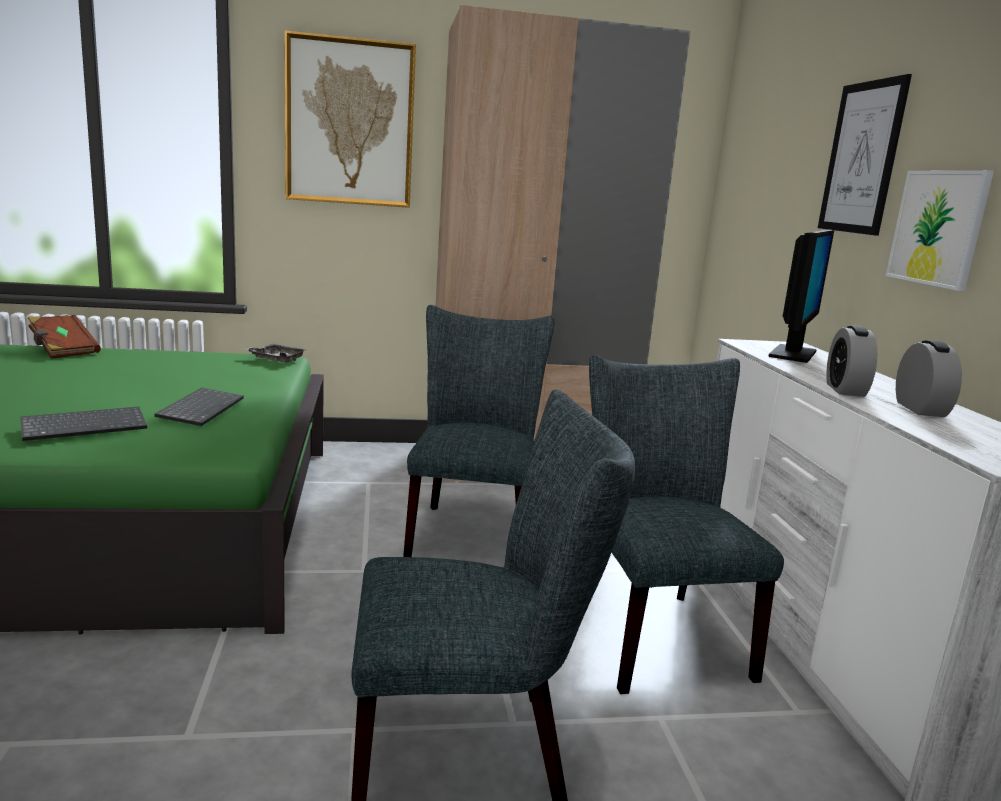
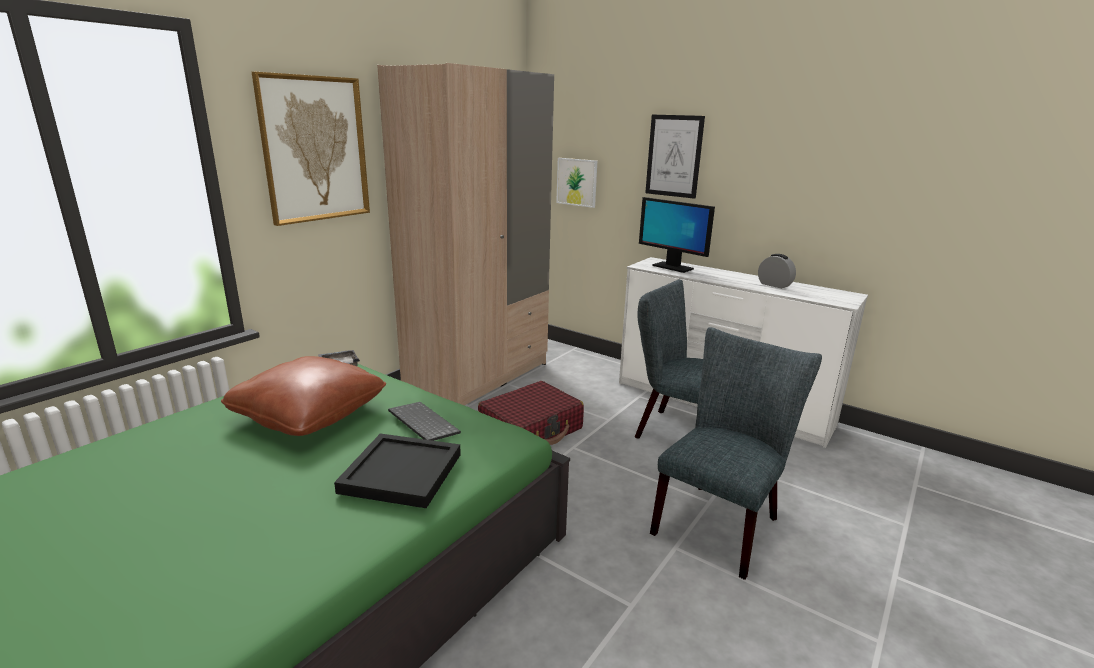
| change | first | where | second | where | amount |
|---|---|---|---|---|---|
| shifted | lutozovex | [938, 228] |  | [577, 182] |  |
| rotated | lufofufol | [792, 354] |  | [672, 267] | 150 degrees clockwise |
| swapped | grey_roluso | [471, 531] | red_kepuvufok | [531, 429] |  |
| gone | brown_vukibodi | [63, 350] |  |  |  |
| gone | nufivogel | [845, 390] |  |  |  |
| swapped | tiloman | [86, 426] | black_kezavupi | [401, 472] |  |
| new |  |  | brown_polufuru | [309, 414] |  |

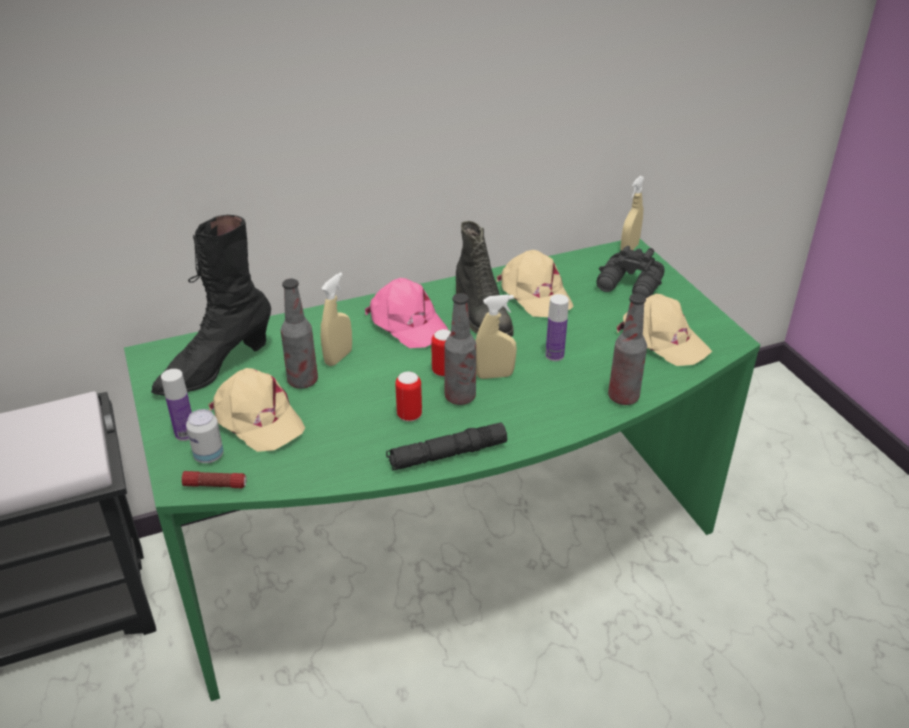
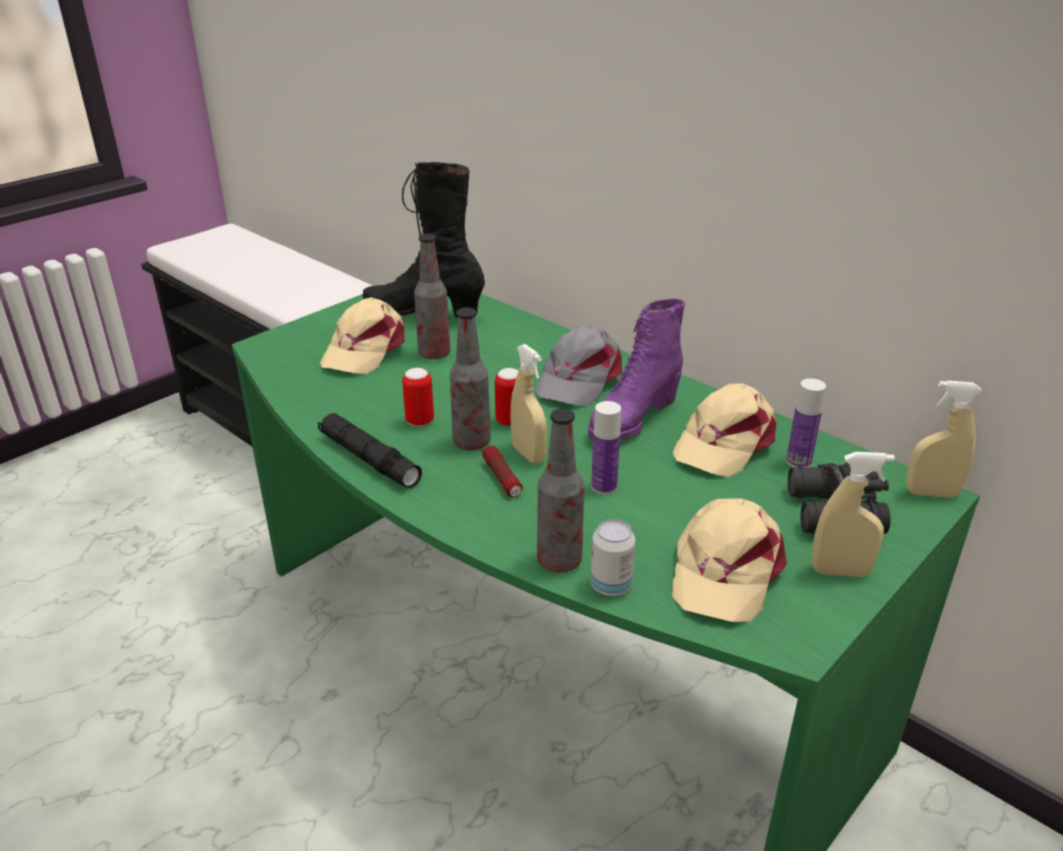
| change | first | where | second | where | amount |
|---|---|---|---|---|---|
| repainted | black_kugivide | [481, 318] | purple_kugivide | [632, 419] |  |
| shifted | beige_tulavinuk | [338, 357] |  | [840, 571] |  |
| repainted | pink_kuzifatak | [407, 323] | grey_kuzifatak | [578, 378] |  |
| shifted | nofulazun | [185, 434] |  | [798, 462] |  |
| shifted | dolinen | [209, 456] |  | [611, 586] |  |
| shifted | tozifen | [215, 485] |  | [502, 478] |  |

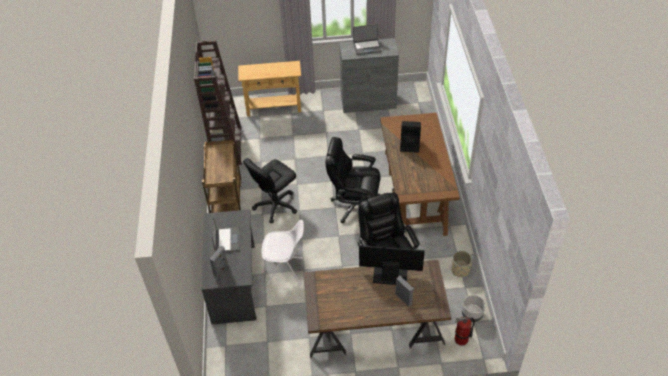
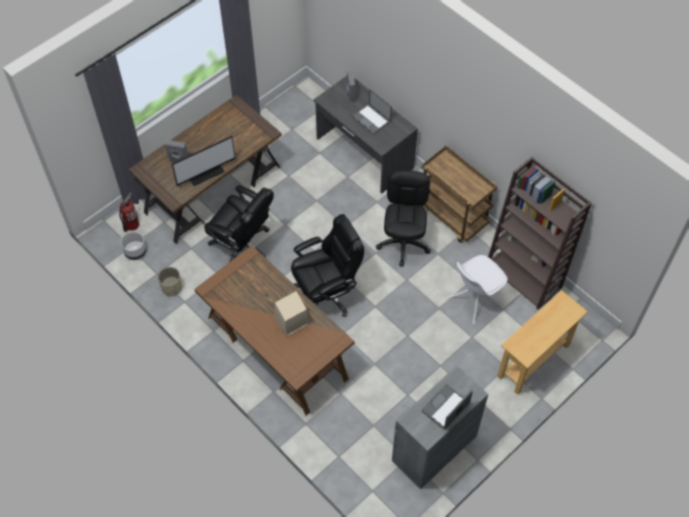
| change | first | where | second | where | amount |
|---|---|---|---|---|---|
| repainted | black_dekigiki | [410, 145] | beige_dekigiki | [290, 322] |  |
| shifted | white_roluso | [286, 271] |  | [474, 301] |  |

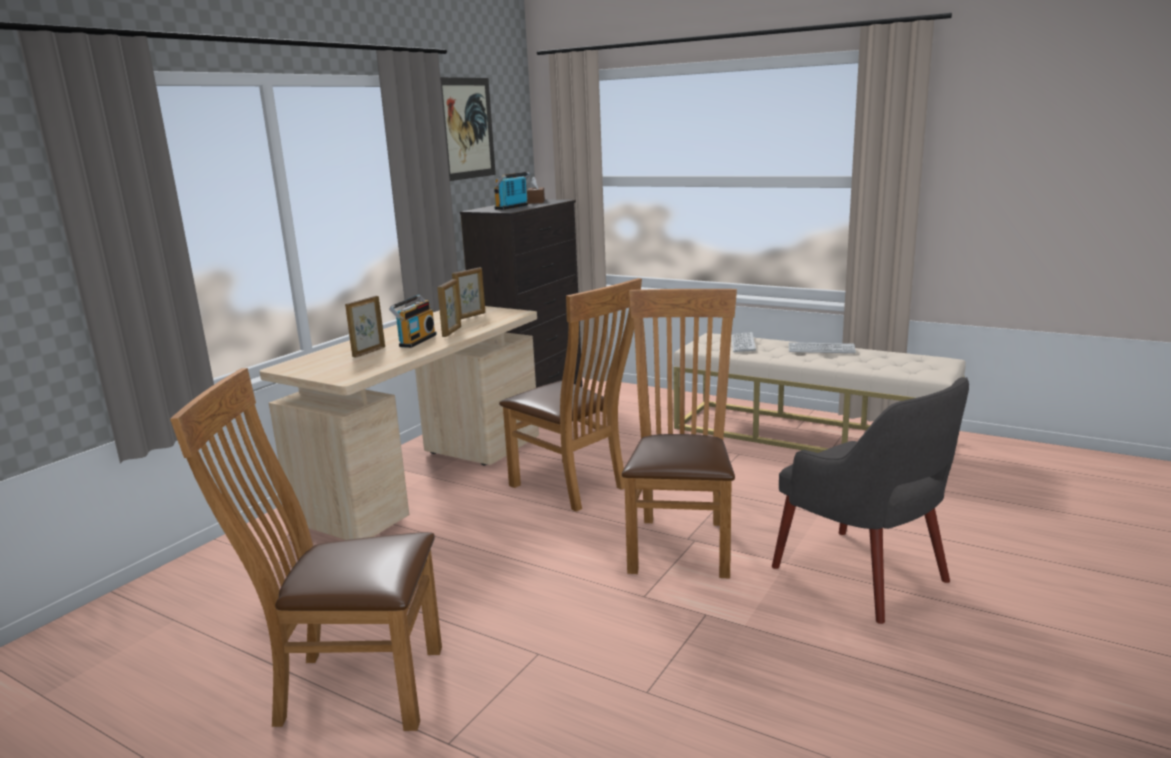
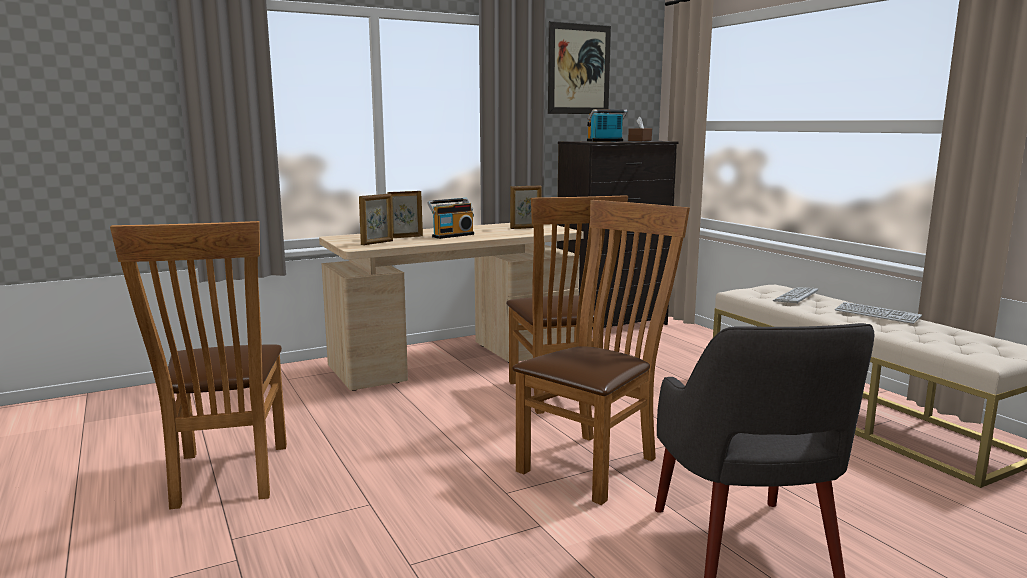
| change | first | where | second | where | amount |
|---|---|---|---|---|---|
| shifted | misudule | [452, 332] |  | [377, 243] |  |
| rotated | brown_roluso | [350, 687] |  | [227, 478] | 135 degrees counterclockwise |

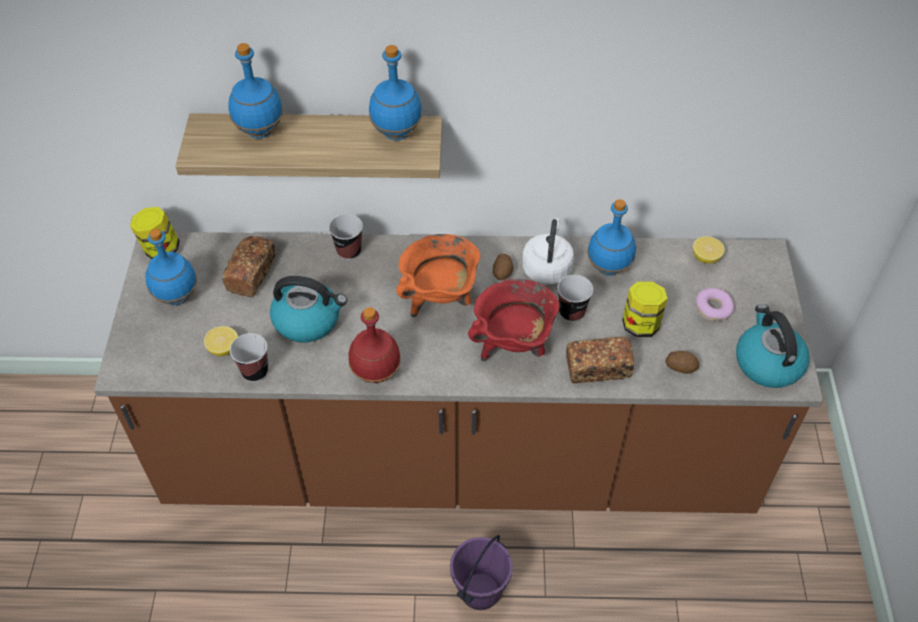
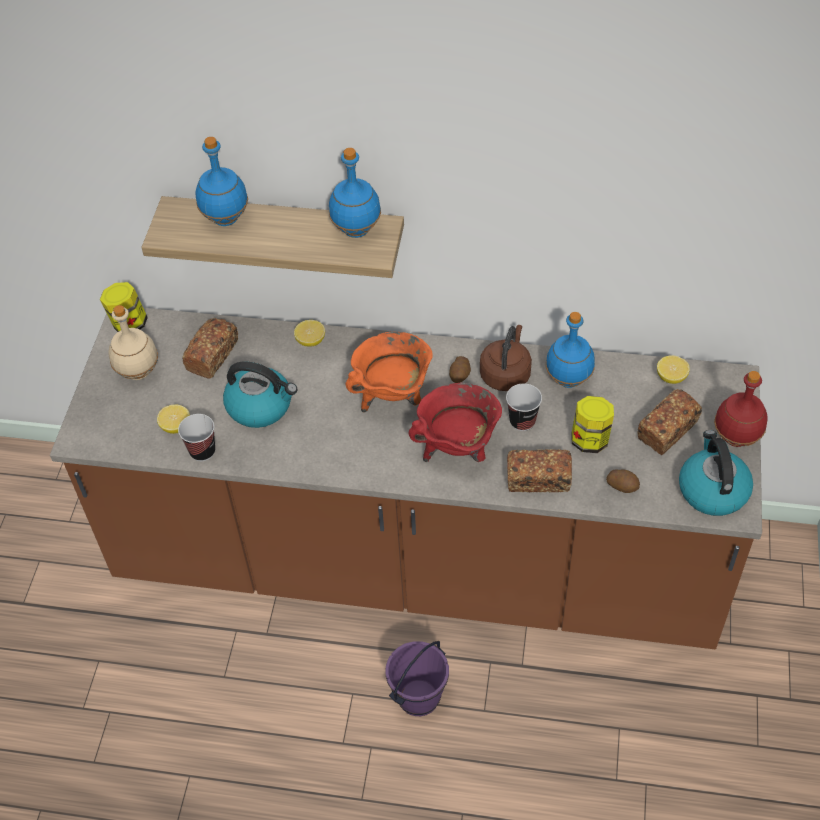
| change | first | where | second | where | amount |
|---|---|---|---|---|---|
| swapped | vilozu | [349, 251] | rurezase | [311, 341] |  |
| repainted | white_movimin | [547, 267] | brown_movimin | [506, 374] |  |
| repainted | blue_nofulazun | [177, 297] | beige_nofulazun | [138, 373] |  |
| swapped | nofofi | [713, 309] | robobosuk | [667, 430] |  |
| shifted | red_nofulazun | [376, 374] |  | [736, 438] |  |

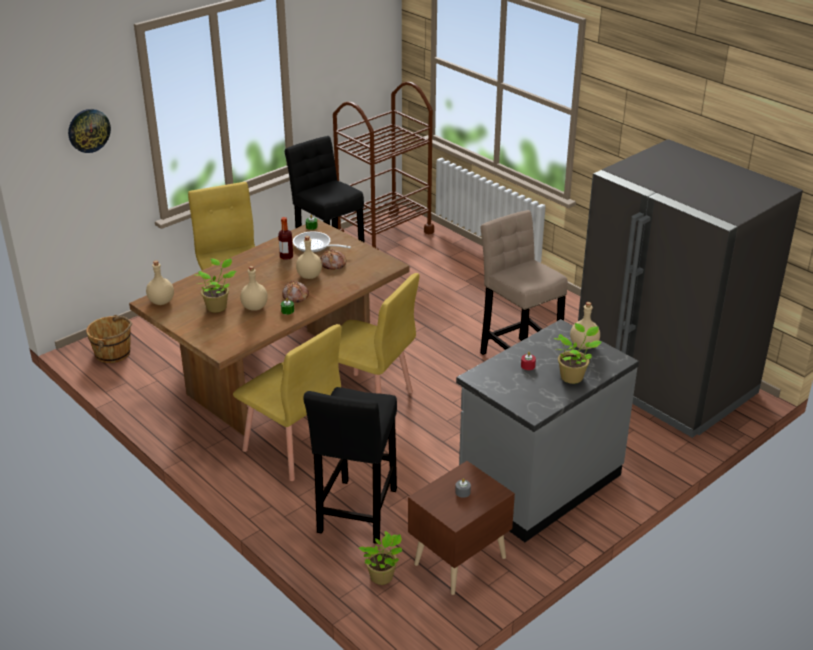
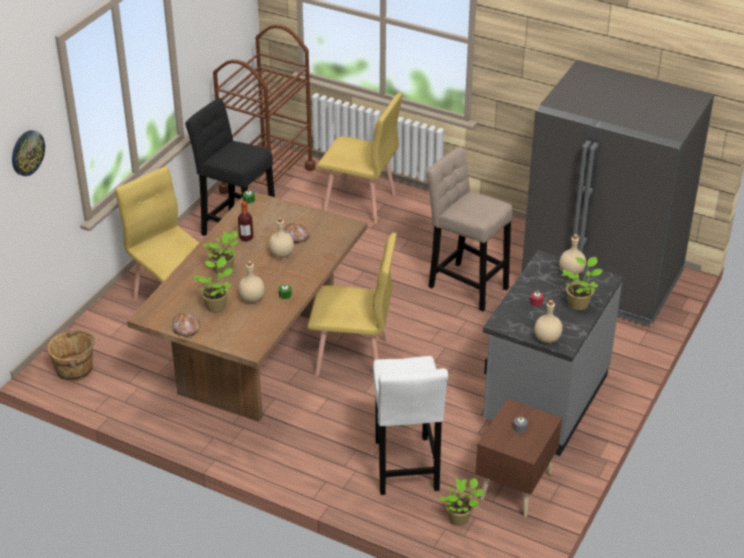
| change | first | where | second | where | amount |
|---|---|---|---|---|---|
| gone | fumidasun | [315, 246] |  |  |  |
| shifted | beige_nofulazun | [161, 301] |  | [546, 338] |  |
| shifted | robobosuk | [295, 296] |  | [185, 329] |  |
| shifted | yellow_roluso | [292, 449] |  | [360, 203] |  |
| repainted | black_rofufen | [356, 514] | white_rofufen | [405, 469] |  |
| new |  |  | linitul | [224, 270] |  |

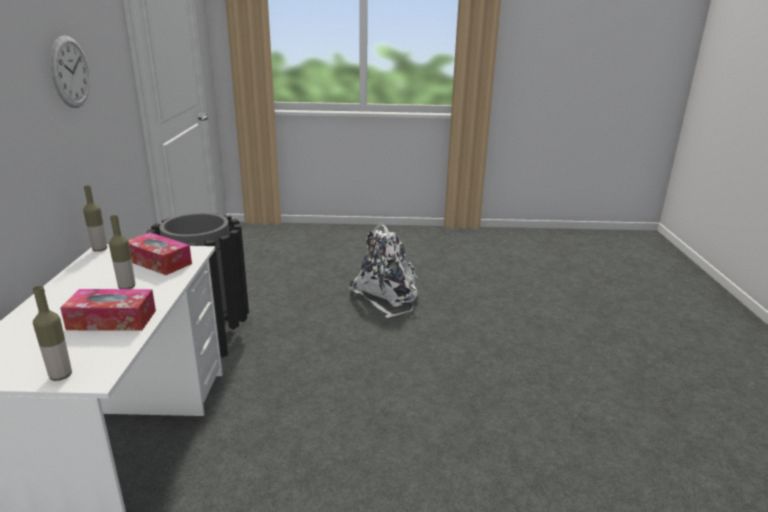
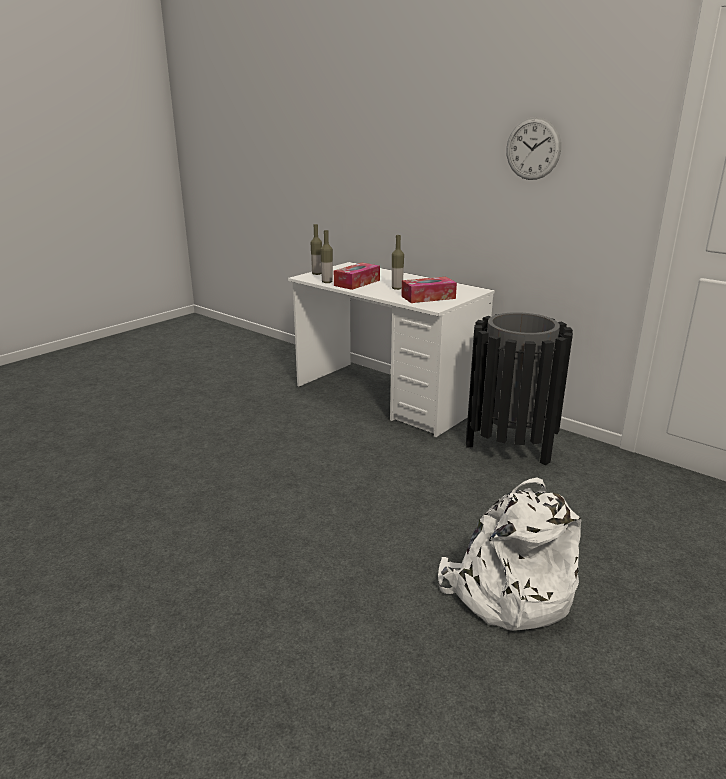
| change | first | where | second | where | amount |
|---|---|---|---|---|---|
| shifted | nofulazun | [100, 249] |  | [327, 282] |  |

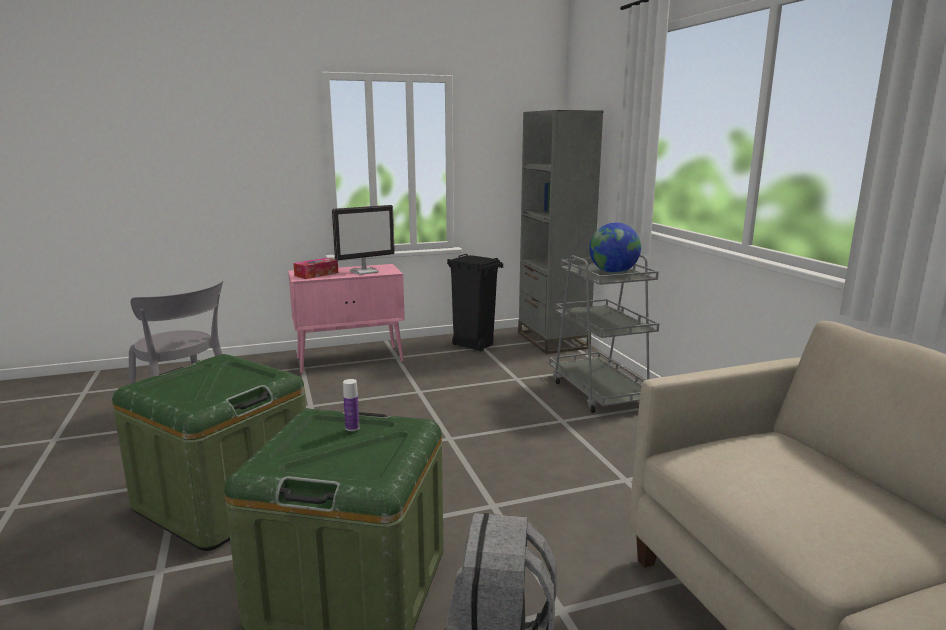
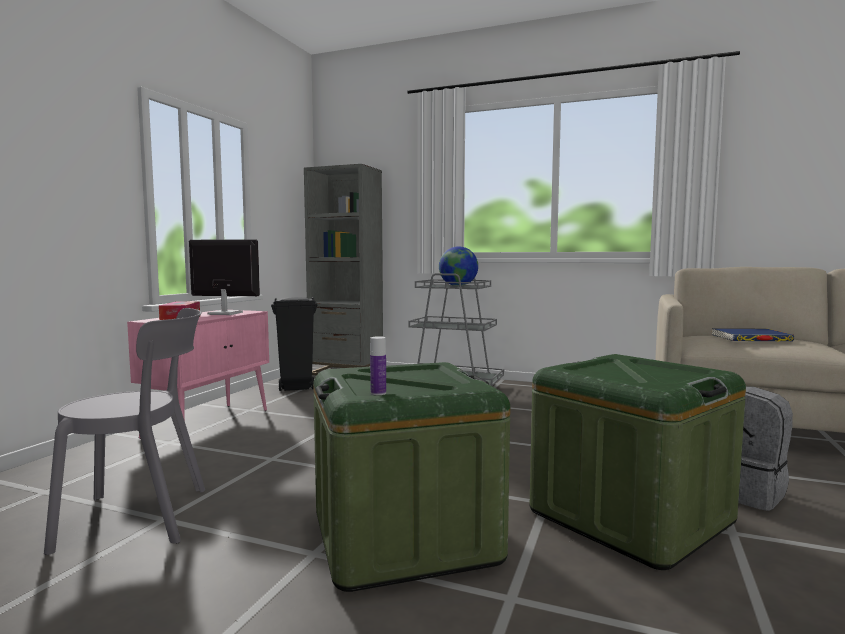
| change | first | where | second | where | amount |
|---|---|---|---|---|---|
| rotated | lufofufol | [364, 271] |  | [224, 313] | 90 degrees counterclockwise |
| shifted | nofulazun | [352, 428] |  | [378, 393] |  |
| new |  |  | blue_vukibodi | [750, 339] |  |

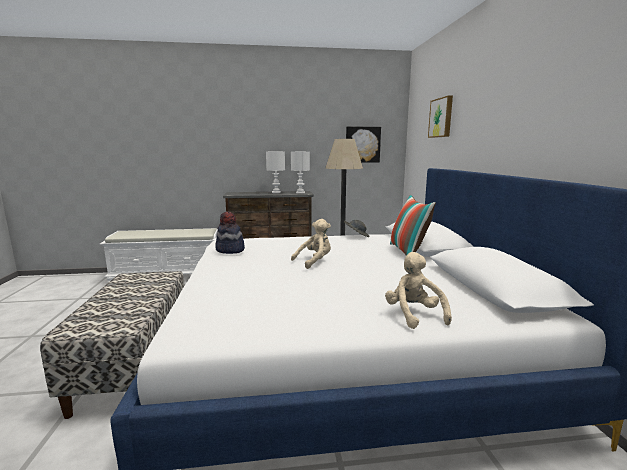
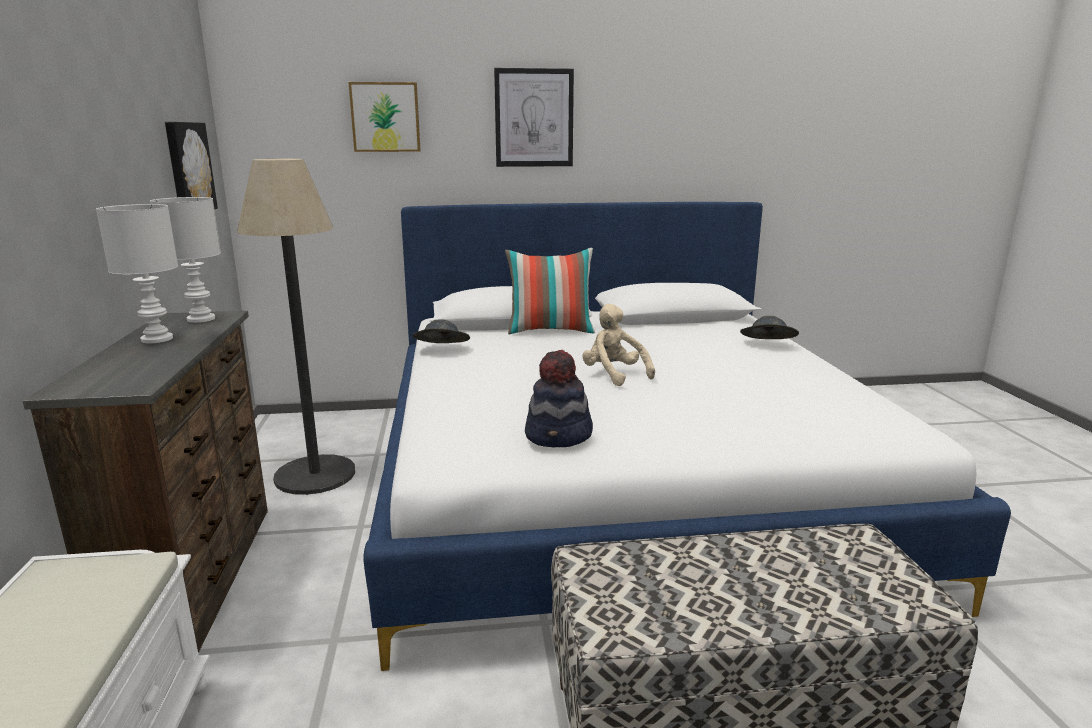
| change | first | where | second | where | amount |
|---|---|---|---|---|---|
| swapped | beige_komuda | [414, 315] | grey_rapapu | [767, 345] |  |
| new |  |  | lutozovex | [534, 118] |  |

